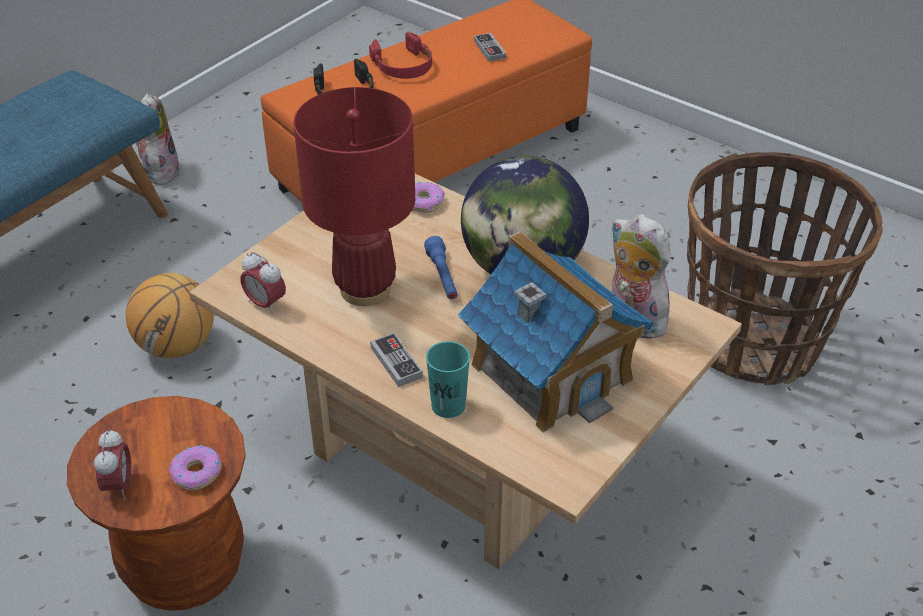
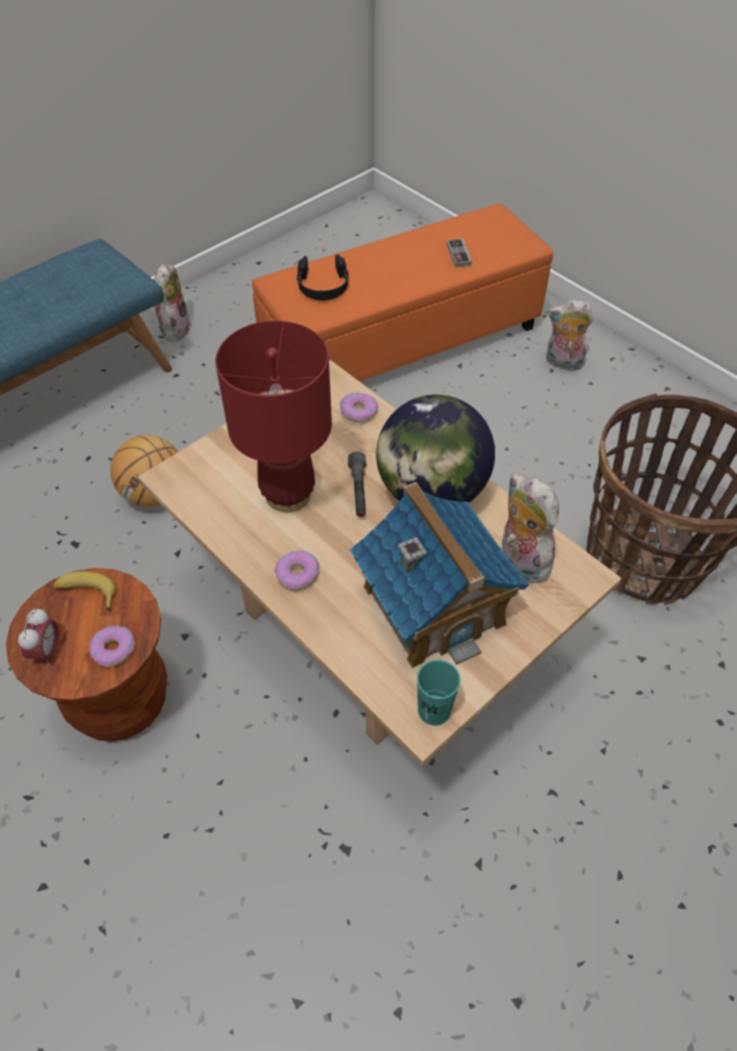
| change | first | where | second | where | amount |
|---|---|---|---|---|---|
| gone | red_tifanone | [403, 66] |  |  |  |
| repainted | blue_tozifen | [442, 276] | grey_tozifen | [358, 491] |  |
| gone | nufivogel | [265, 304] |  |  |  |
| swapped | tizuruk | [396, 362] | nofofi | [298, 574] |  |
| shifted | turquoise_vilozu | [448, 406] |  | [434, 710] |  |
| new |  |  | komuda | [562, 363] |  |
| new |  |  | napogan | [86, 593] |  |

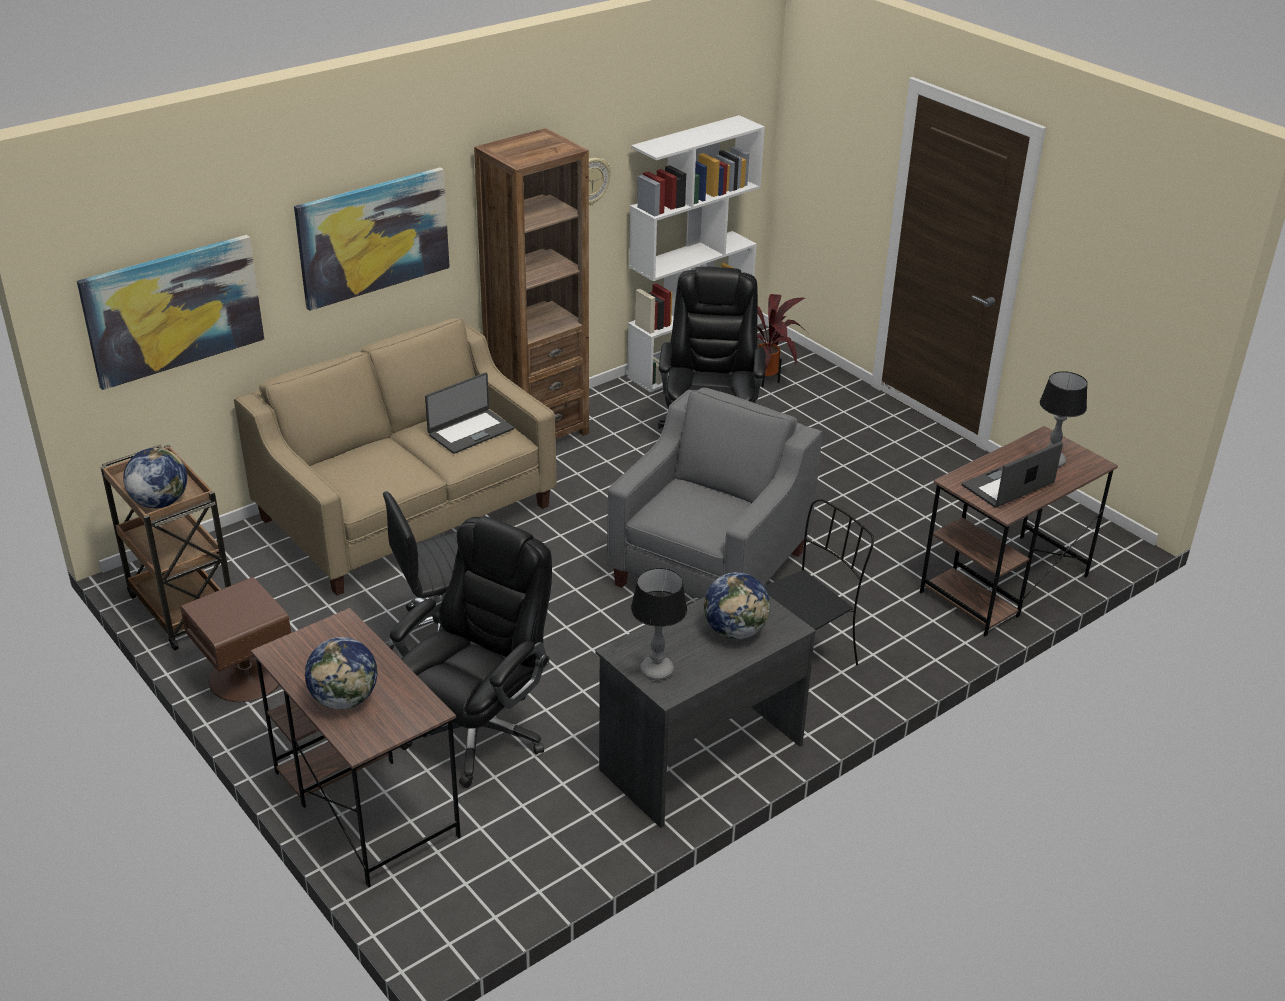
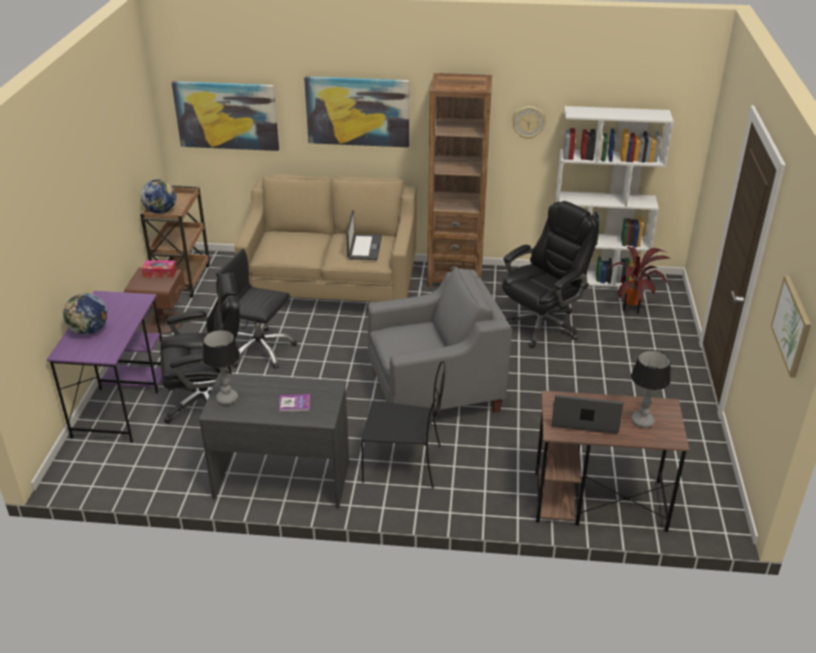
| change | first | where | second | where | amount |
|---|---|---|---|---|---|
| rotated | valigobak | [470, 431] |  | [364, 247] | 90 degrees counterclockwise |
| swapped | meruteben | [735, 631] | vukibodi | [294, 404] |  |
| repainted | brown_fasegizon | [364, 802] | purple_fasegizon | [122, 402] |  |
| new |  |  | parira | [160, 273] |  |
| new |  |  | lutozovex | [792, 325] |  |

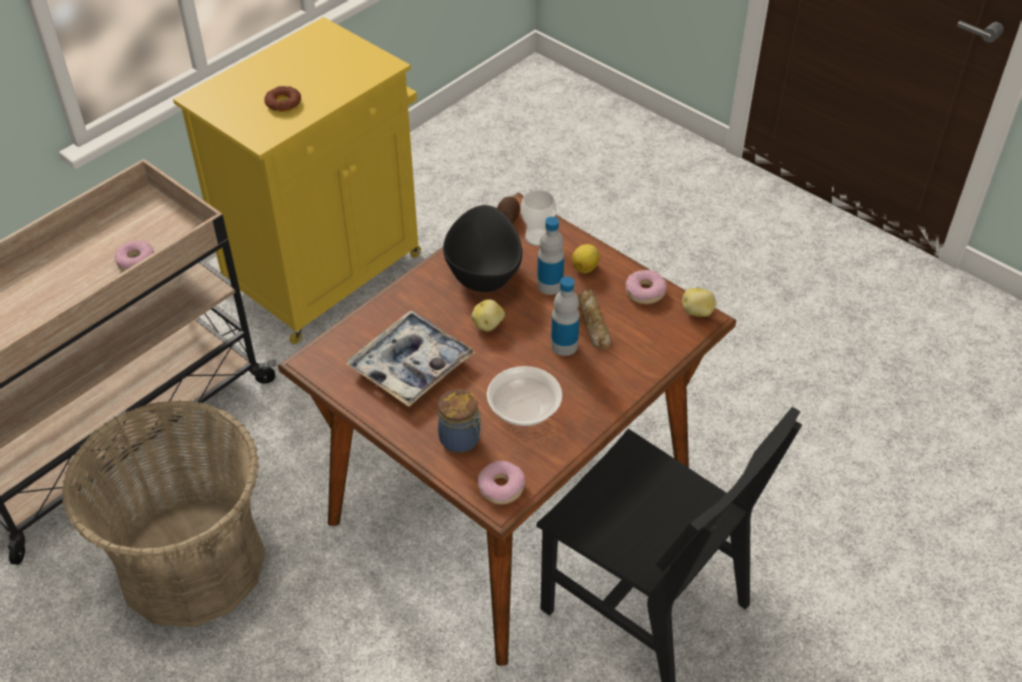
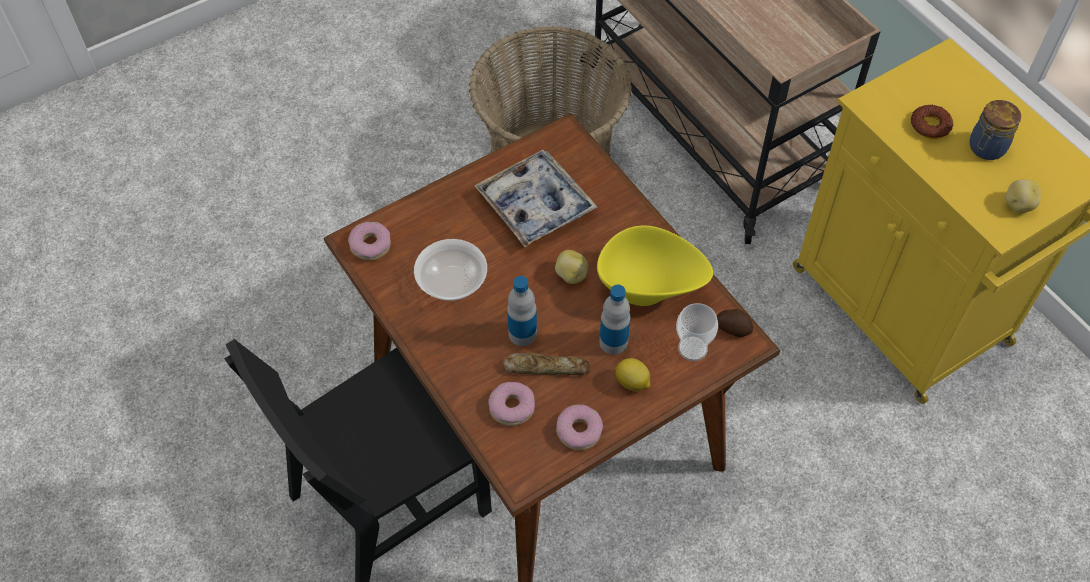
| change | first | where | second | where | amount |
|---|---|---|---|---|---|
| repainted | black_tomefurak | [484, 272] | yellow_tomefurak | [649, 287] |  |
| shifted | nofofi | [136, 261] |  | [512, 407] |  |
| shifted | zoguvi | [697, 312] |  | [1018, 204] |  |
| shifted | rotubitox | [461, 440] |  | [985, 148] |  |

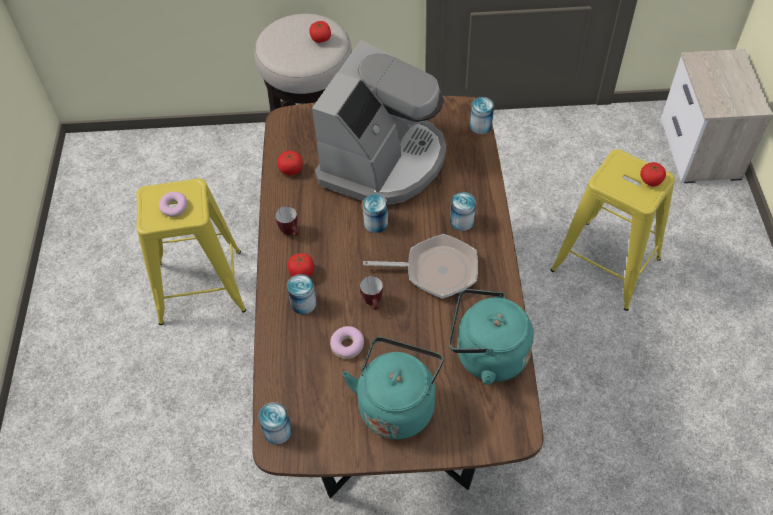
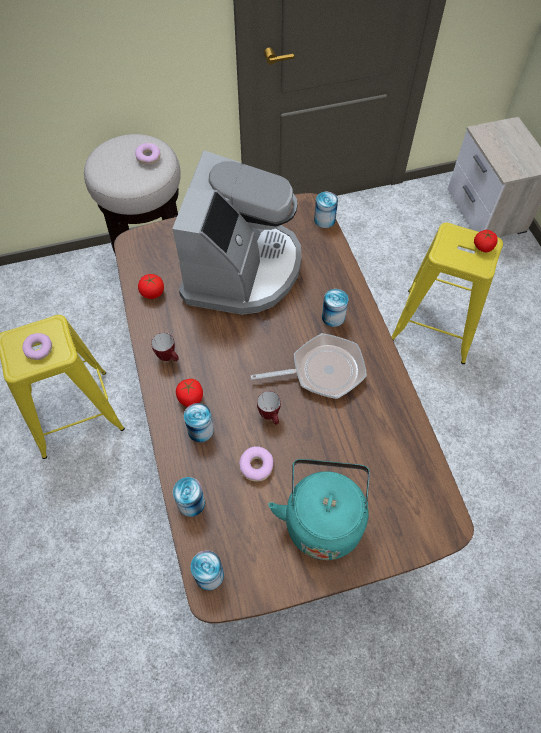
| change | first | where | second | where | amount |
|---|---|---|---|---|---|
| swapped | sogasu | [320, 39] | nofofi | [148, 157] |  |
| shifted | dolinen | [376, 223] |  | [191, 503] |  |
| gone | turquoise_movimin | [486, 355] |  |  |  |

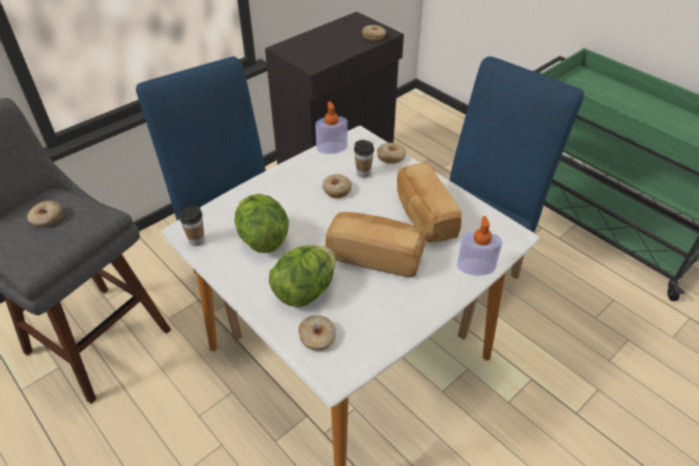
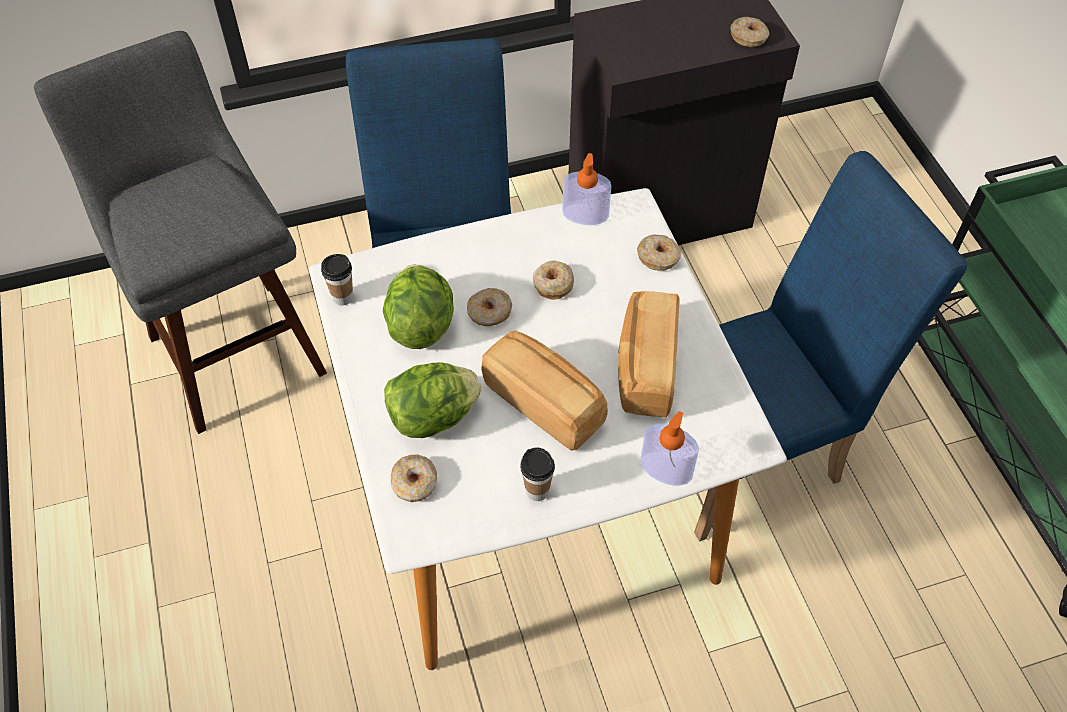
| change | first | where | second | where | amount |
|---|---|---|---|---|---|
| shifted | vilozu | [363, 173] |  | [537, 490] |  |
| shifted | nofofi | [47, 218] |  | [489, 313] |  |

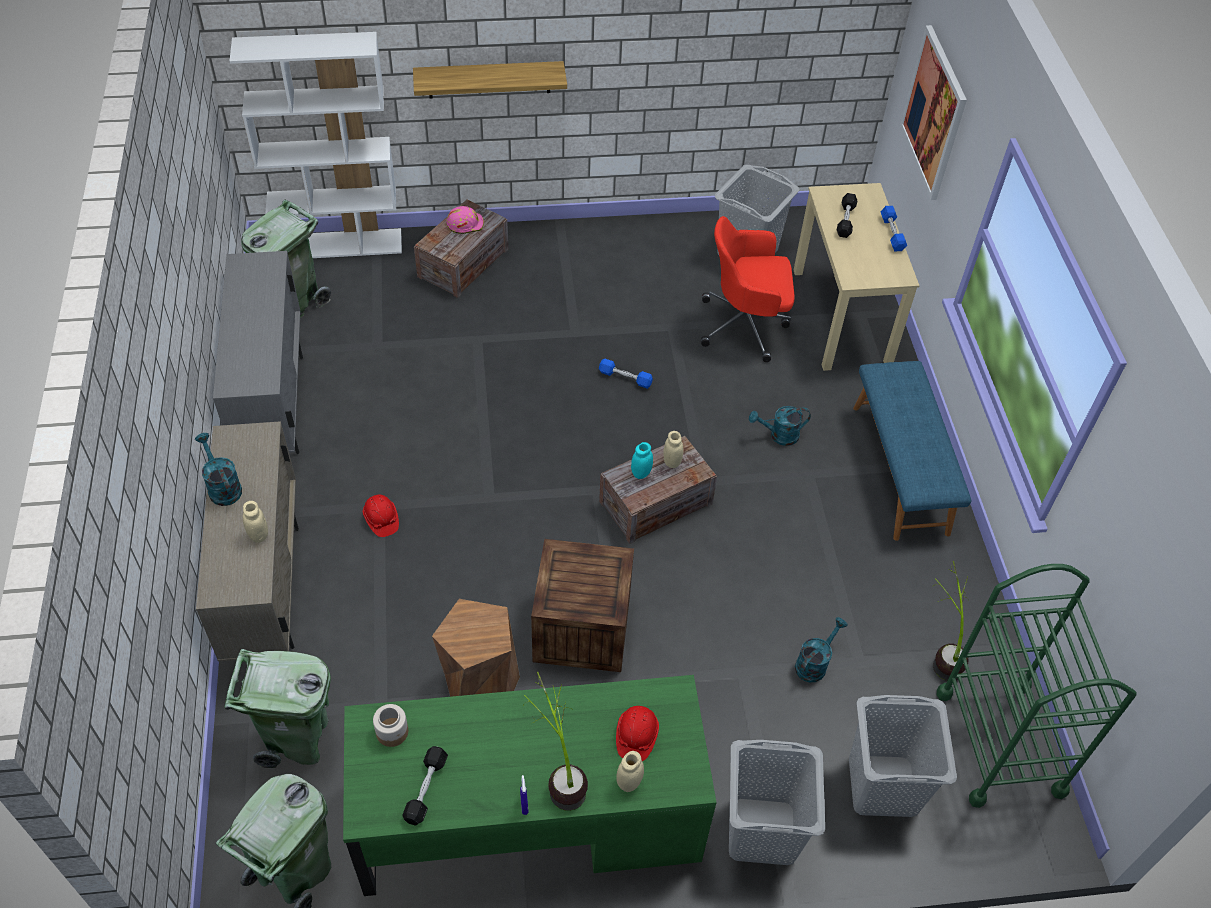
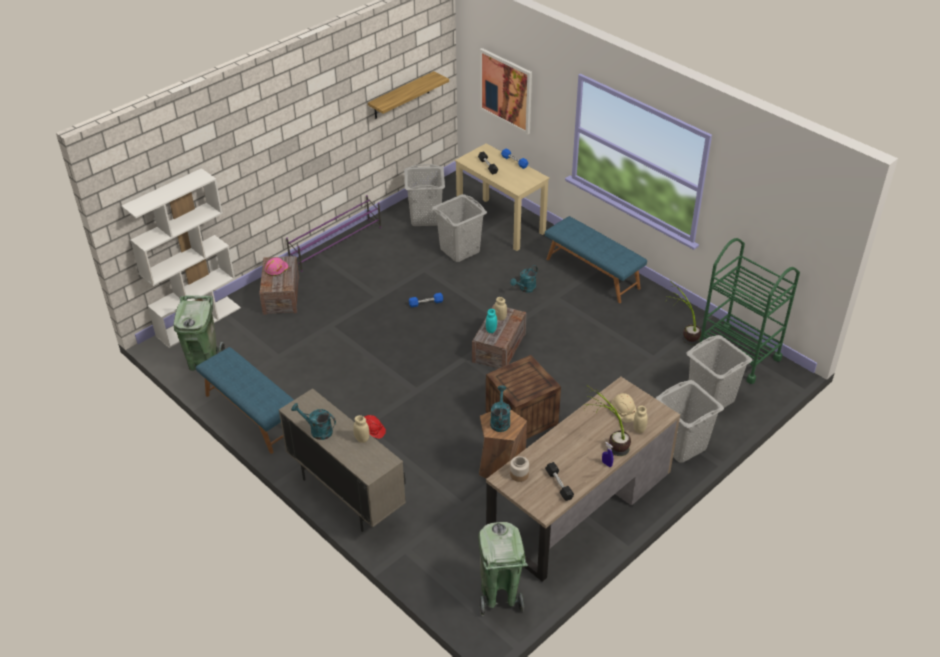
| change | first | where | second | where | amount |
|---|---|---|---|---|---|
| shifted | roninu | [489, 79] |  | [401, 95] |  |
| swapped | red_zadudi | [745, 325] | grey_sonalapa | [459, 250] |  |
| swapped | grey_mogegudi | [274, 405] | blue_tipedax | [252, 414] |  |
| shifted | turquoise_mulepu | [814, 663] |  | [500, 420] |  |
| gone | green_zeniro | [298, 739] |  |  |  |
| repainted | green_fasegizon | [529, 816] | brown_fasegizon | [580, 504] |  |
| repainted | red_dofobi | [636, 737] | beige_dofobi | [623, 412] |  |
| new |  |  | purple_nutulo | [336, 244] |  |

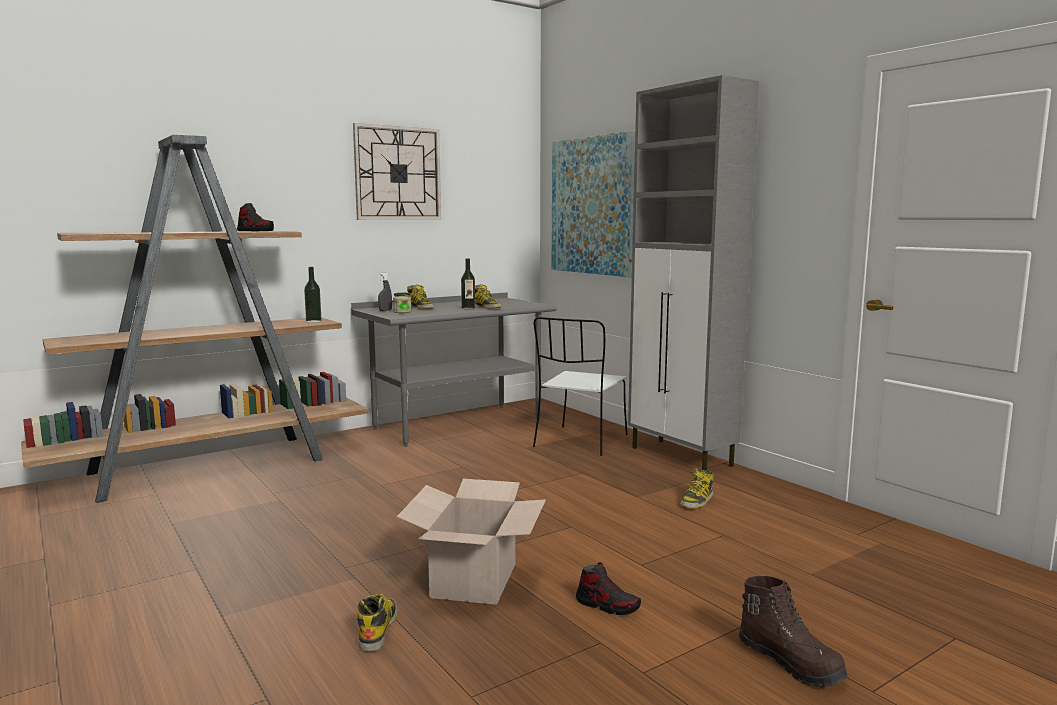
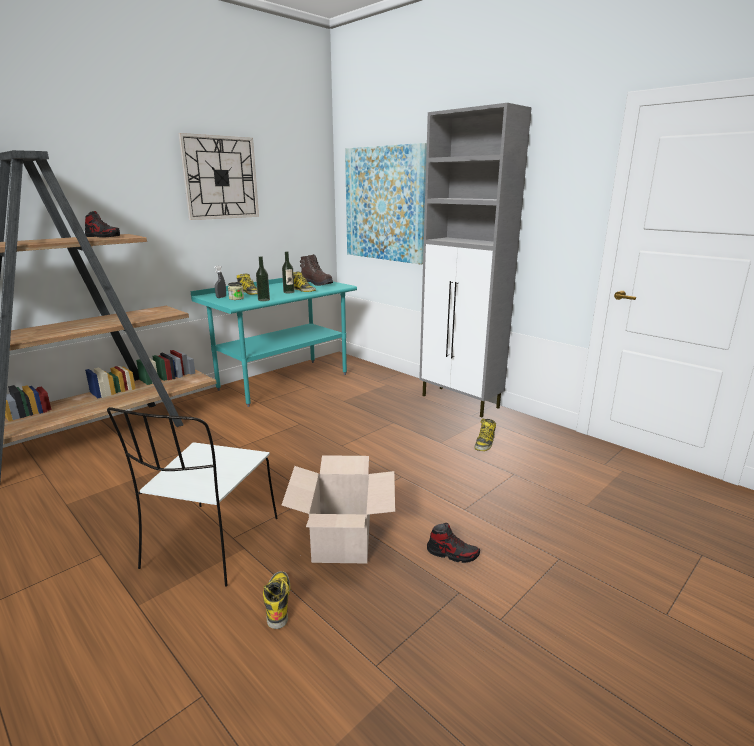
| change | first | where | second | where | amount |
|---|---|---|---|---|---|
| shifted | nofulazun | [313, 321] |  | [264, 300] |  |
| repainted | grey_fasegizon | [457, 424] | turquoise_fasegizon | [283, 382] |  |
| shifted | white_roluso | [580, 442] |  | [210, 545] |  |
| shifted | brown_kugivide | [790, 662] |  | [317, 283] |  |

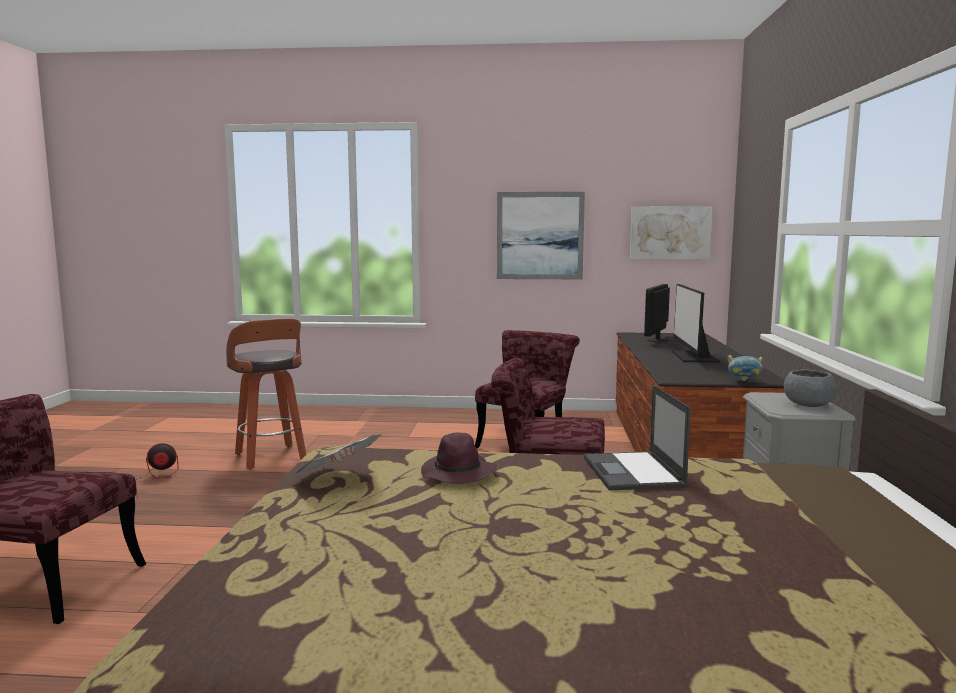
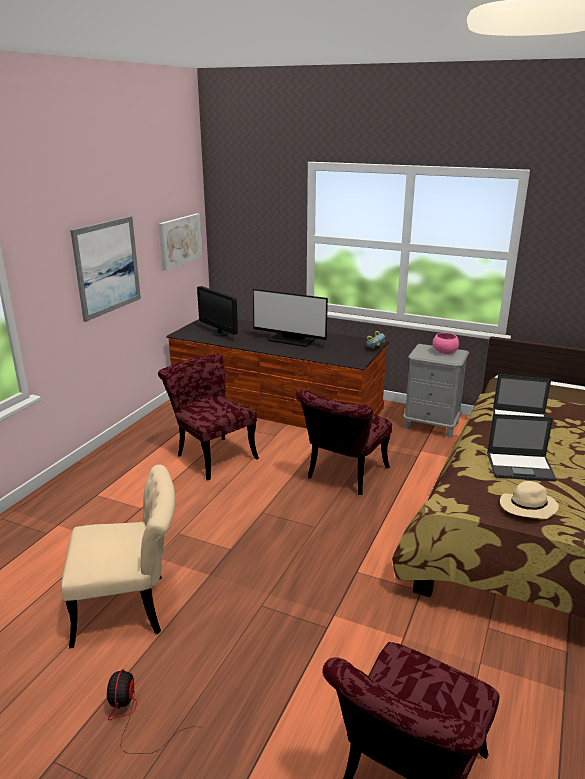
| change | first | where | second | where | amount |
|---|---|---|---|---|---|
| swapped | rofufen | [271, 458] | beige_roluso | [131, 607] |  |
| repainted | grey_tomefurak | [808, 405] | pink_tomefurak | [444, 352] |  |
| swapped | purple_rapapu | [459, 474] | valigobak | [521, 467] |  |
| swapped | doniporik | [337, 478] | beige_rapapu | [527, 508] |  |

